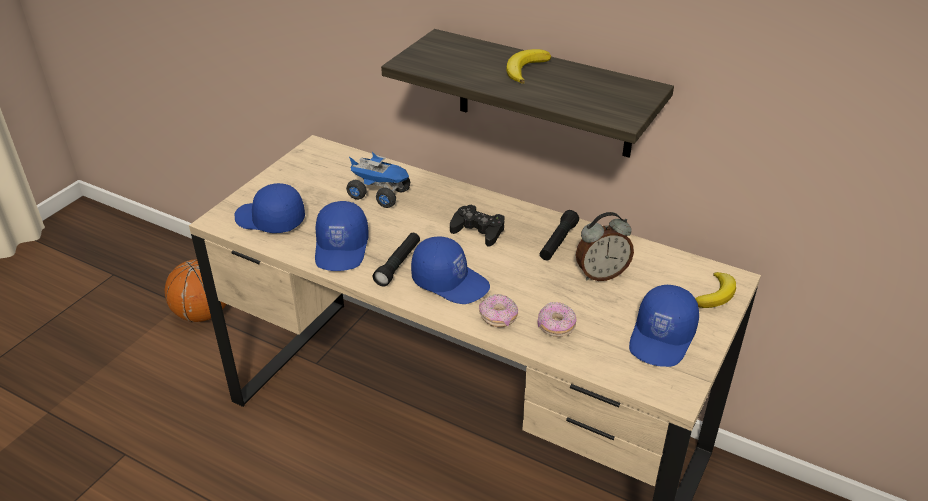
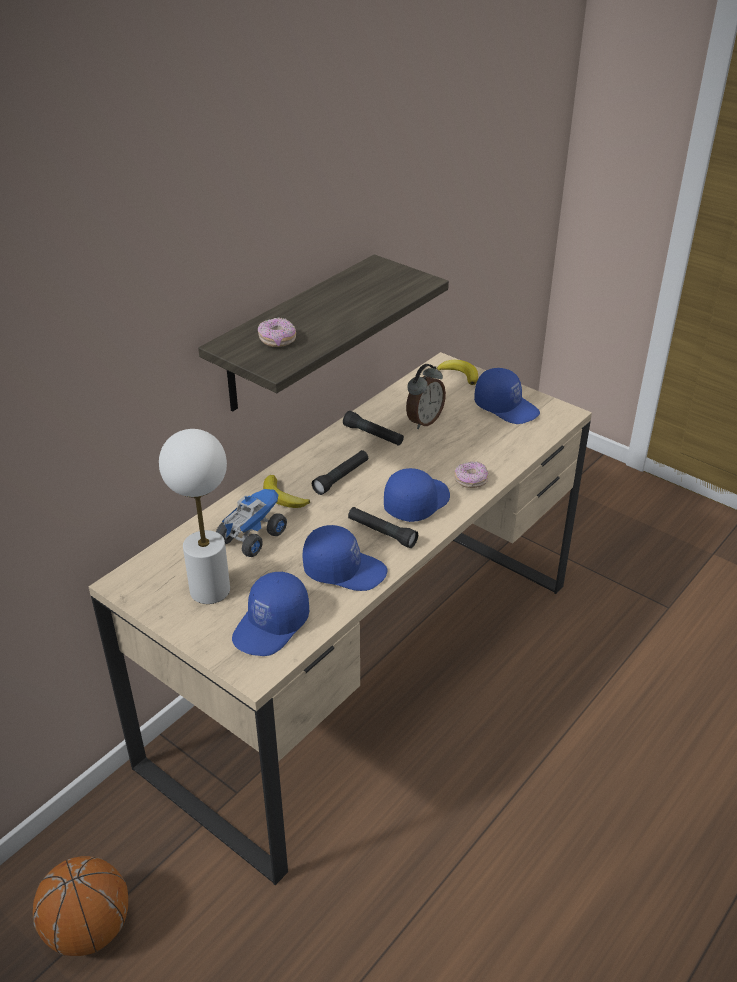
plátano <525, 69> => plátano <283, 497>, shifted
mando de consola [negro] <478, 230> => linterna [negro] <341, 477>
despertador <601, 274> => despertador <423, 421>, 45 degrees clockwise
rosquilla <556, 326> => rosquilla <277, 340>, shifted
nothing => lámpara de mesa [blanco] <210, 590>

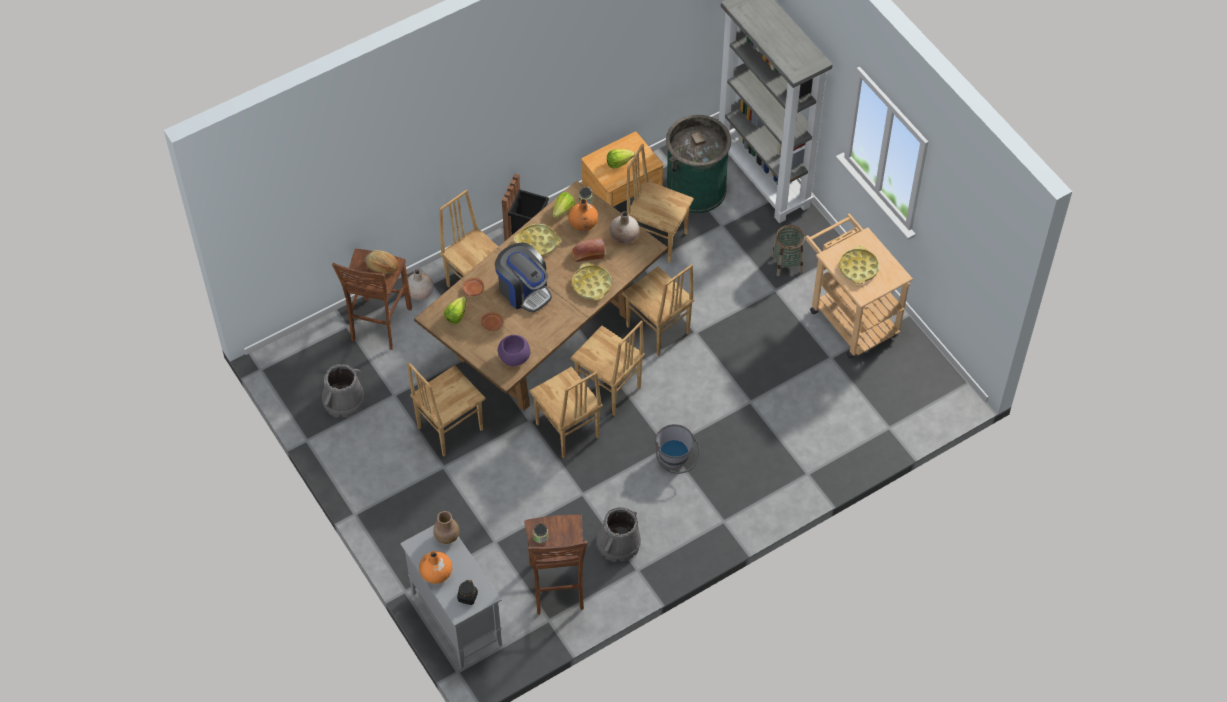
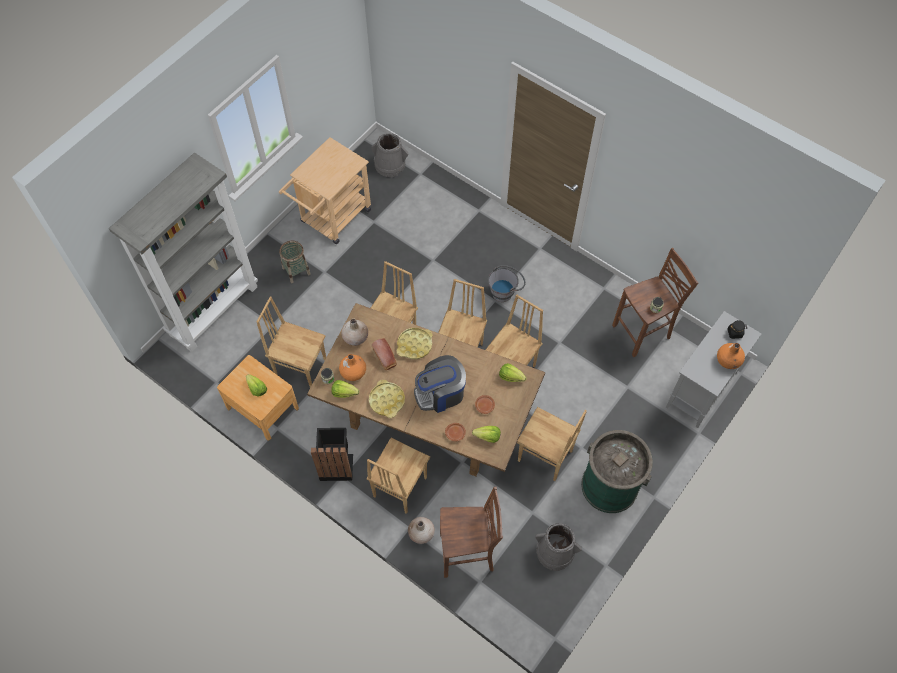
papelera [verde] <696, 189> => papelera [verde] <609, 486>, shifted
silla [marrón] <657, 239> => silla [marrón] <301, 367>, 105 degrees clockwise
cafetera <524, 290> => cafetera <441, 393>, 135 degrees counterclockwise
bandeja [amarillo] <858, 268> => nothing
pan <382, 266> => nothing
cuenco [morado] <514, 358> => lechuga <511, 377>
cubo [gris] <618, 543> => cubo [gris] <390, 165>, shifted
florero [marrón] <447, 536> => nothing

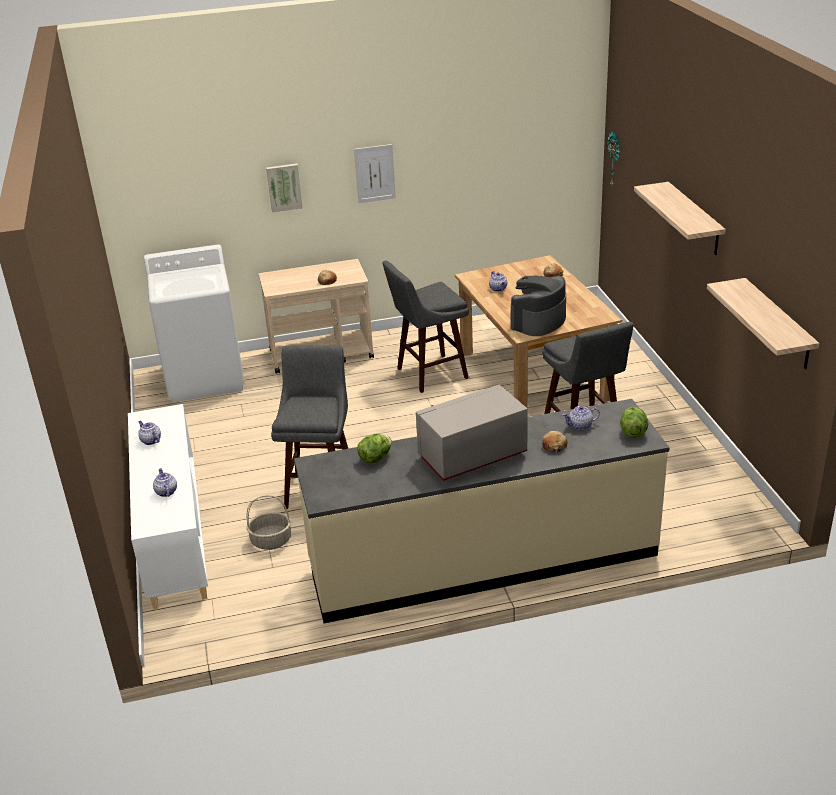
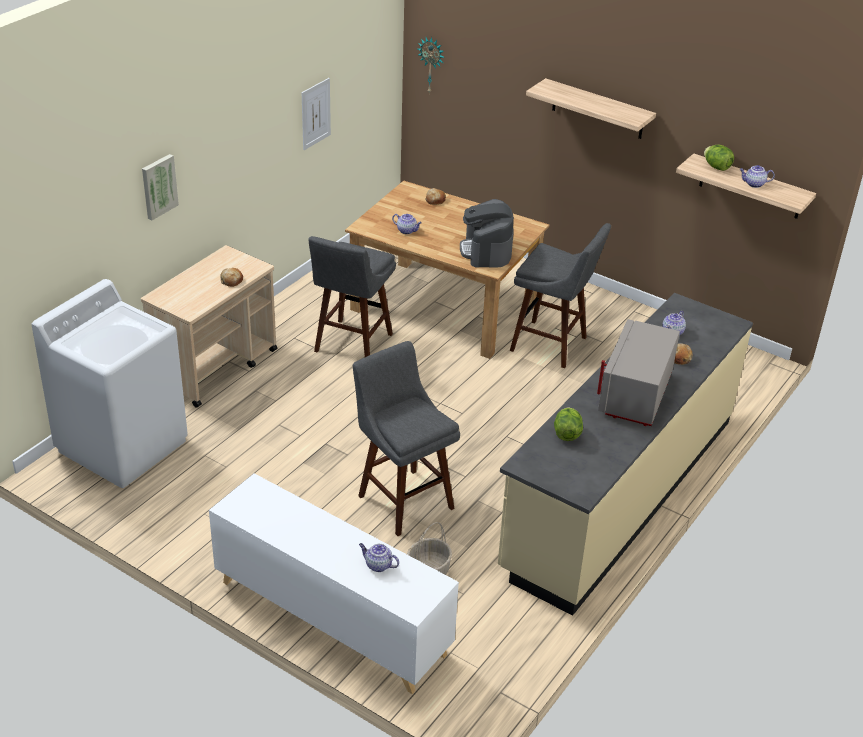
cuadro <375, 173> => cuadro <315, 113>, shifted
lechuga <633, 432> => lechuga <716, 167>, shifted
tetera <150, 440> => tetera <754, 184>, shifted

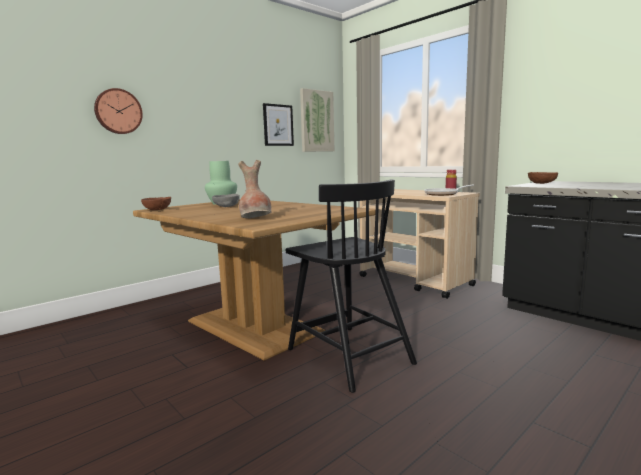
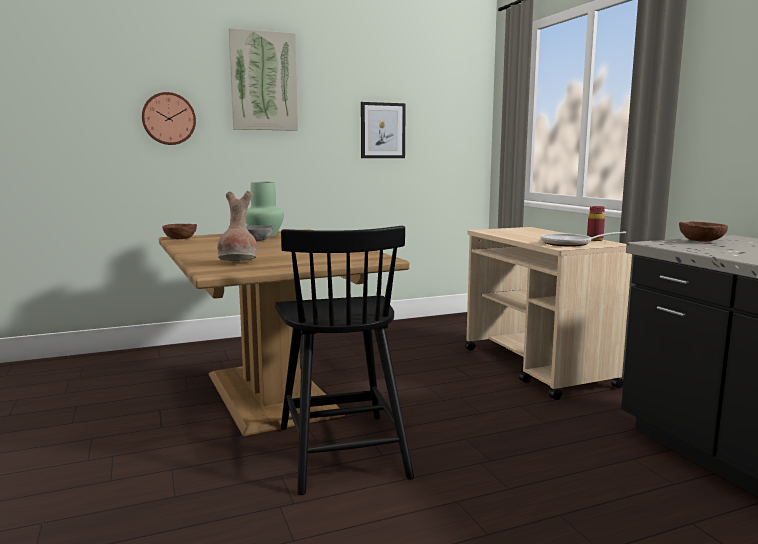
cuadro <316, 121> => cuadro <263, 81>, shifted

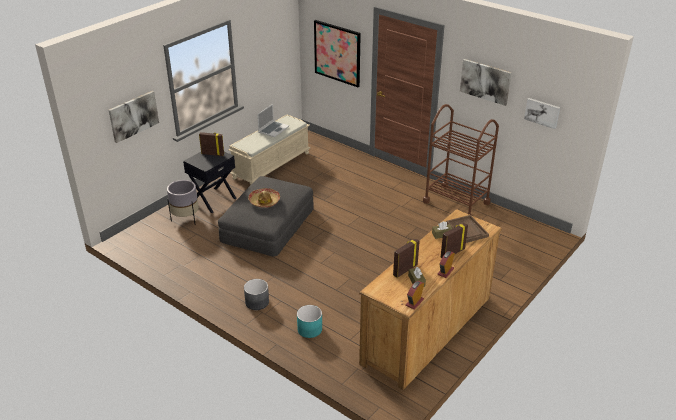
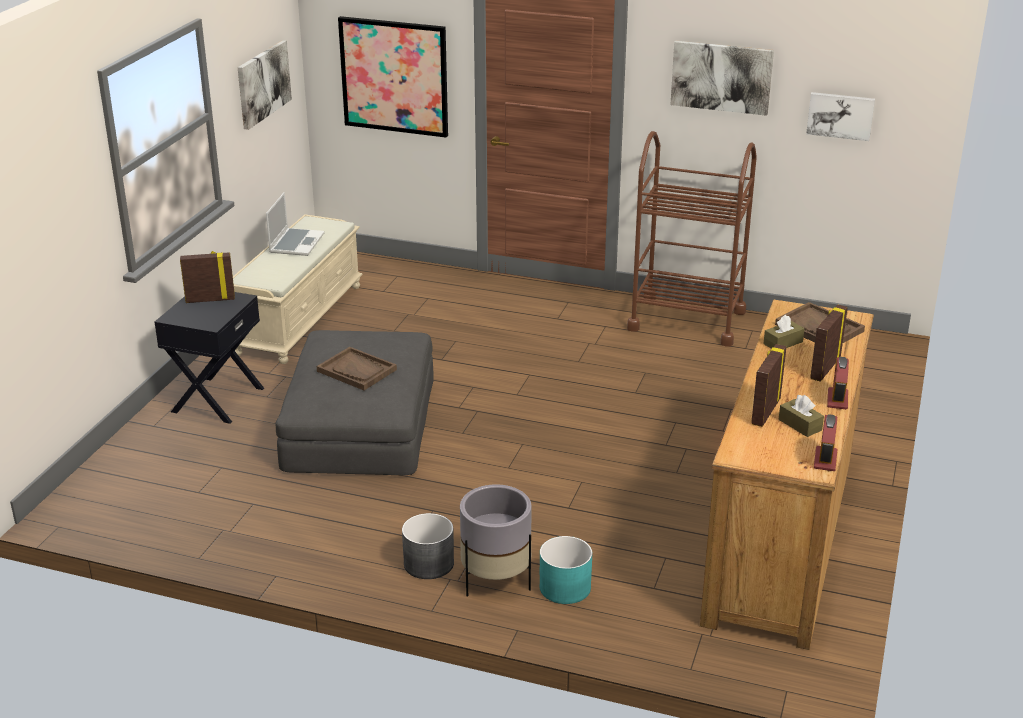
cuadro <133, 116> => cuadro <263, 83>, shifted
maceta [gris] <185, 218> => maceta [gris] <496, 581>, shifted
sombrero <264, 201> => bandeja [marrón] <357, 370>

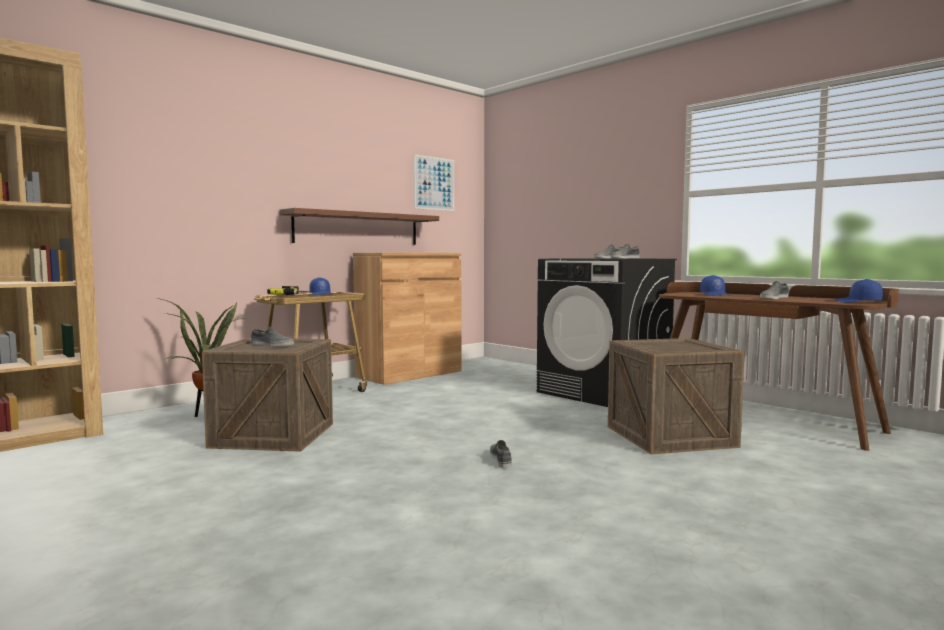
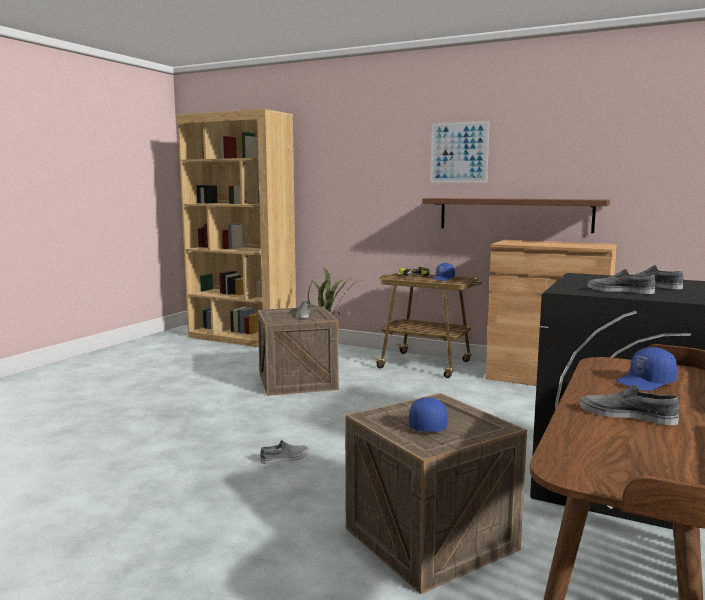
cuadro <434, 183> => cuadro <459, 152>, shifted
gorra [azul] <858, 302> => gorra [azul] <426, 425>, shifted

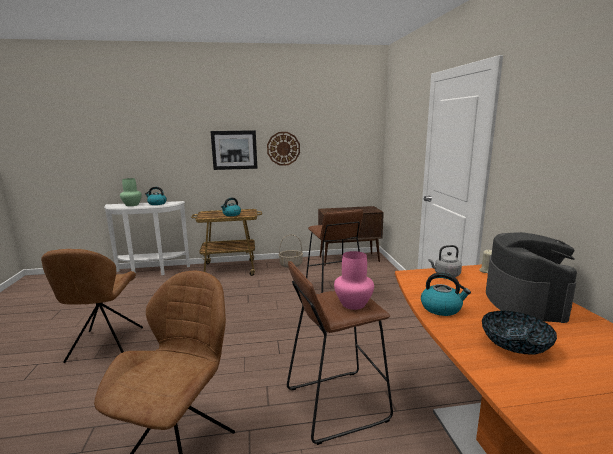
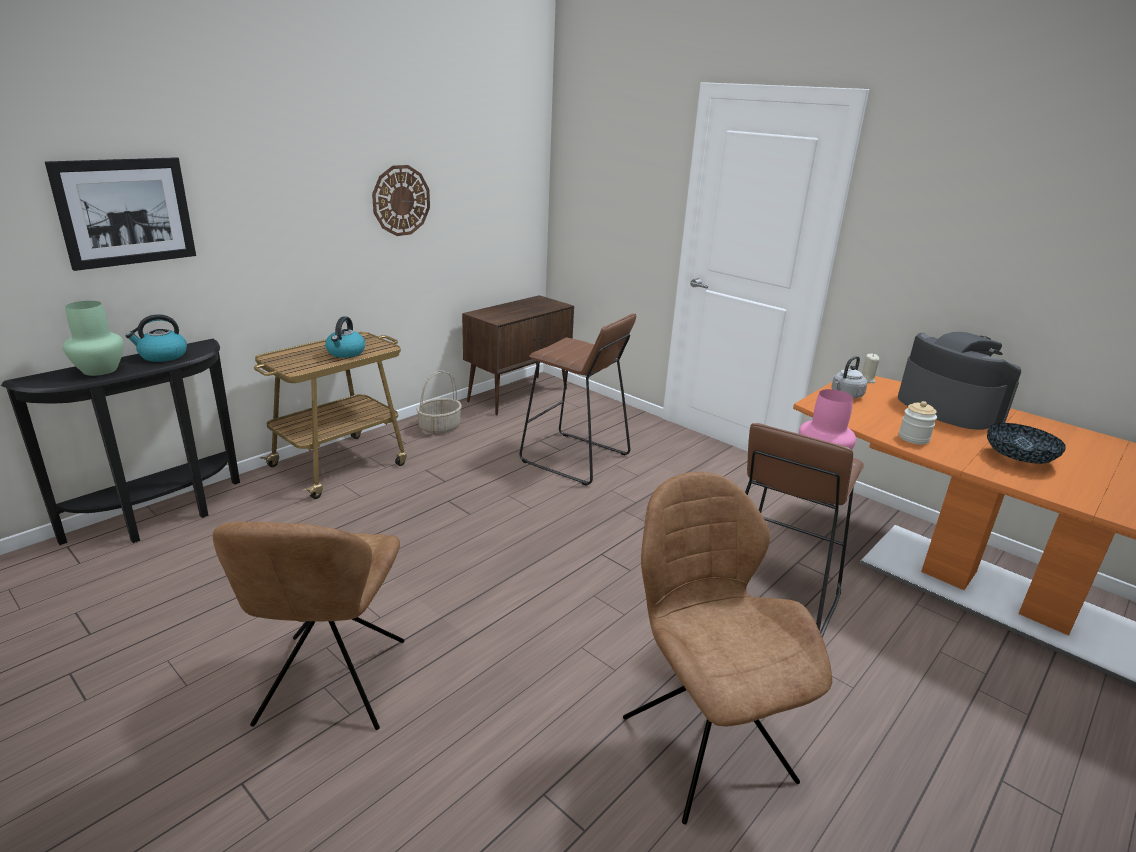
cuadro <234, 150> => cuadro <126, 212>, shifted
mesa consola [blanco] <151, 272> => mesa consola [negro] <163, 518>
silla [marrón] <105, 346> => silla [marrón] <331, 686>, 45 degrees clockwise
hervidor <441, 308> => tarro <913, 438>

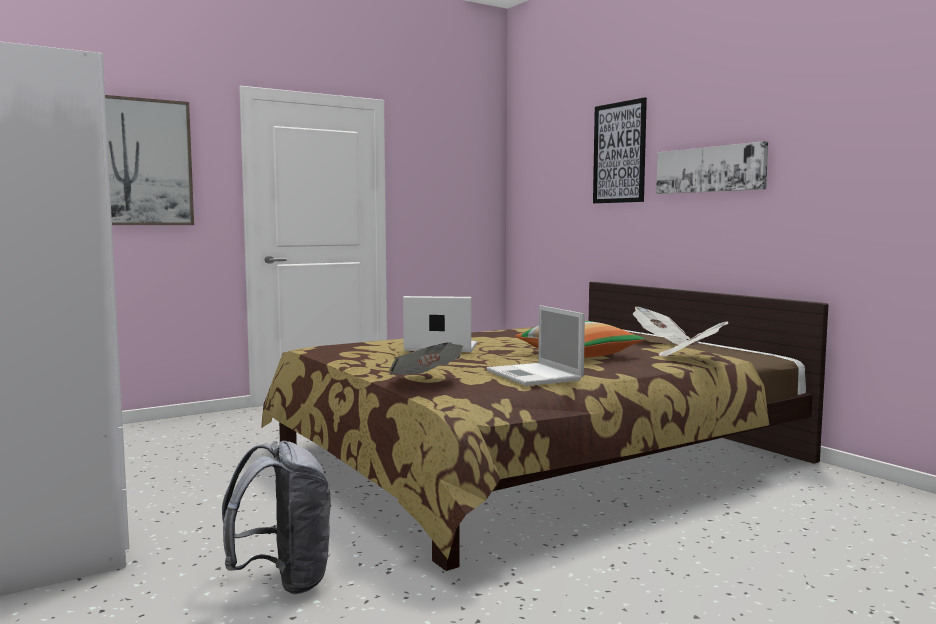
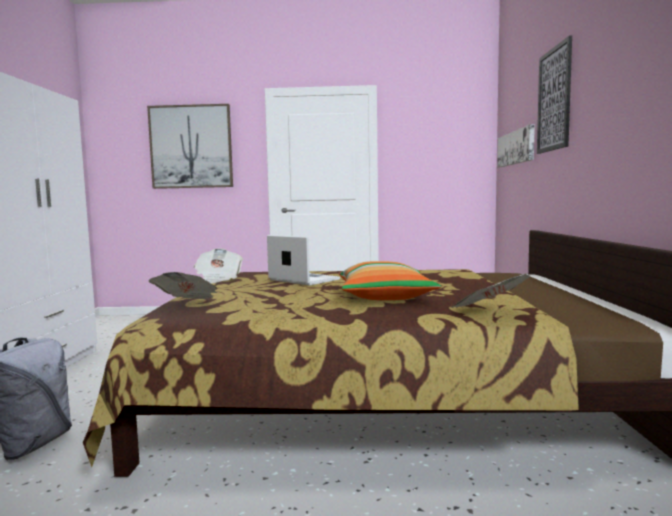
cuadro <710, 169> => cuadro <516, 147>, shifted
portátil <535, 375> => nothing
periódico <661, 342> => periódico <218, 279>, shifted

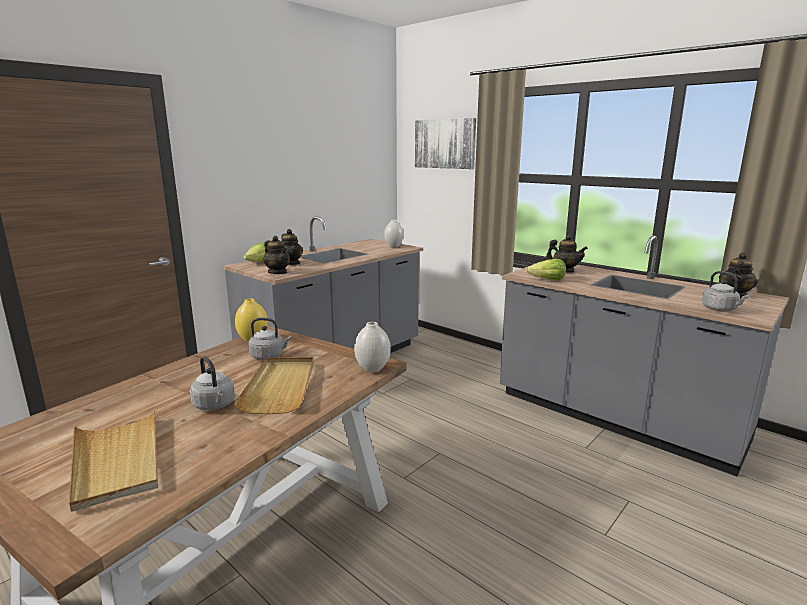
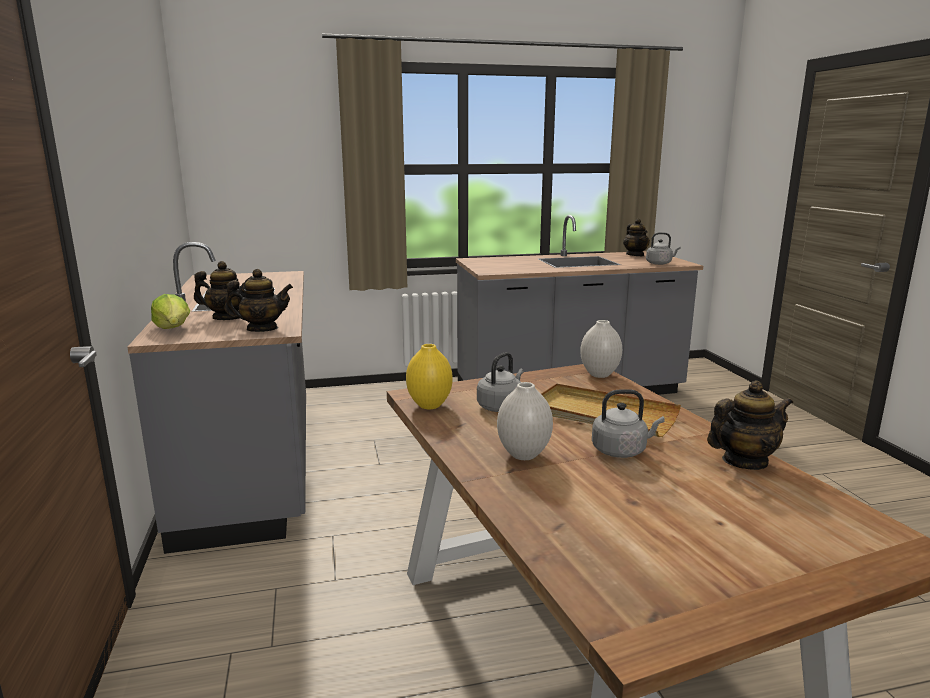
cuadro <445, 144> => nothing
florero [blanco] <393, 246> => florero [blanco] <523, 455>, shifted
tetera <565, 271> => tetera <744, 461>, shifted
lechuga <547, 280> => nothing
bandeja [beis] <117, 460> => nothing

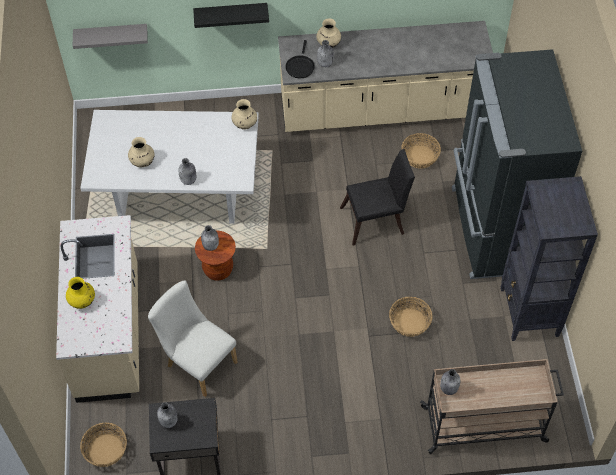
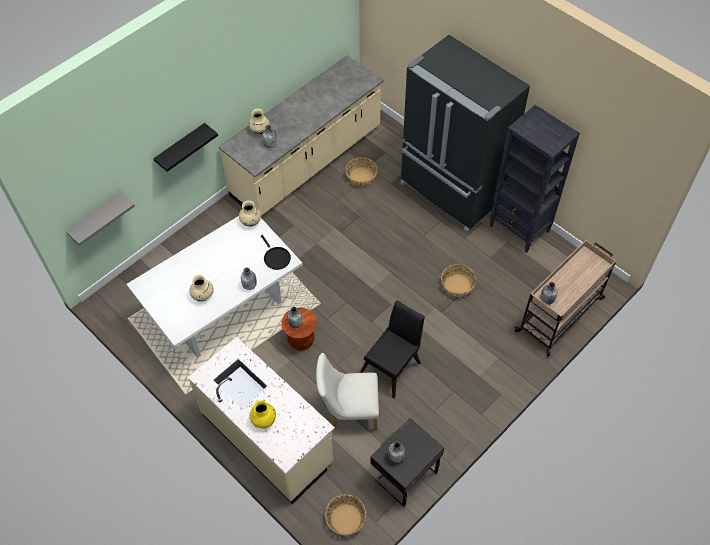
sartén [negro] <300, 66> => sartén [negro] <276, 258>, shifted
silla [negro] <376, 220> => silla [negro] <392, 366>, shifted

